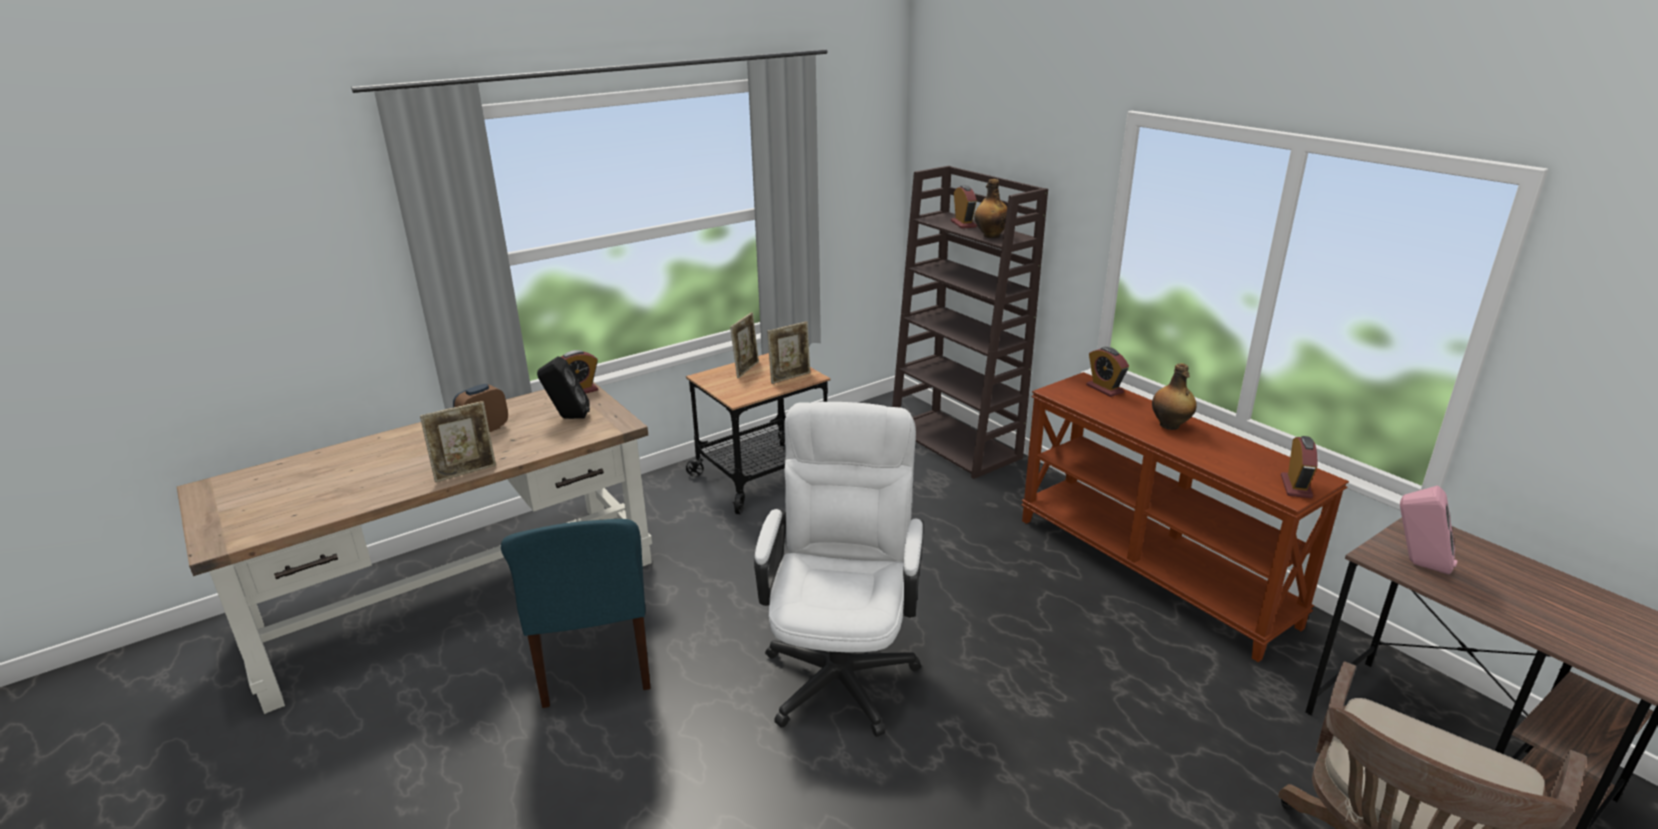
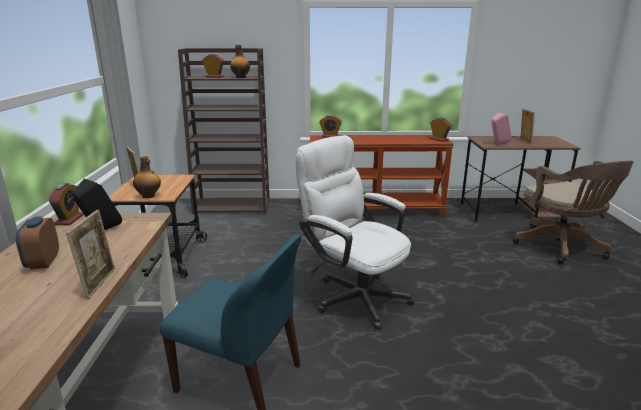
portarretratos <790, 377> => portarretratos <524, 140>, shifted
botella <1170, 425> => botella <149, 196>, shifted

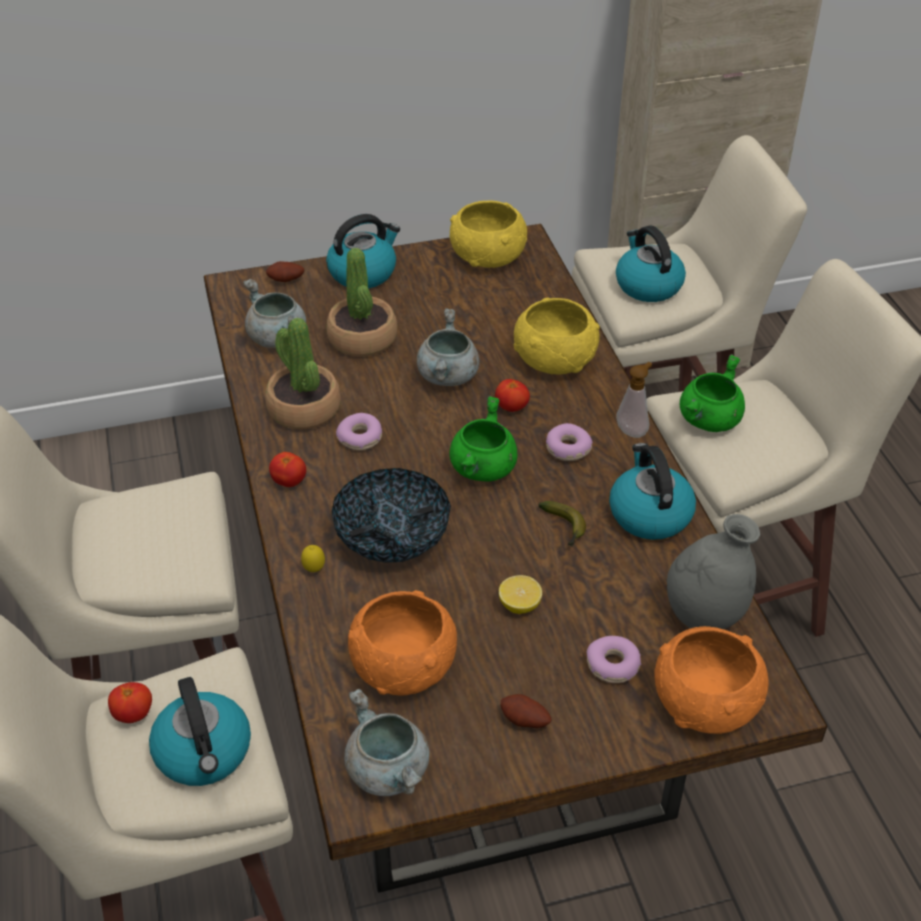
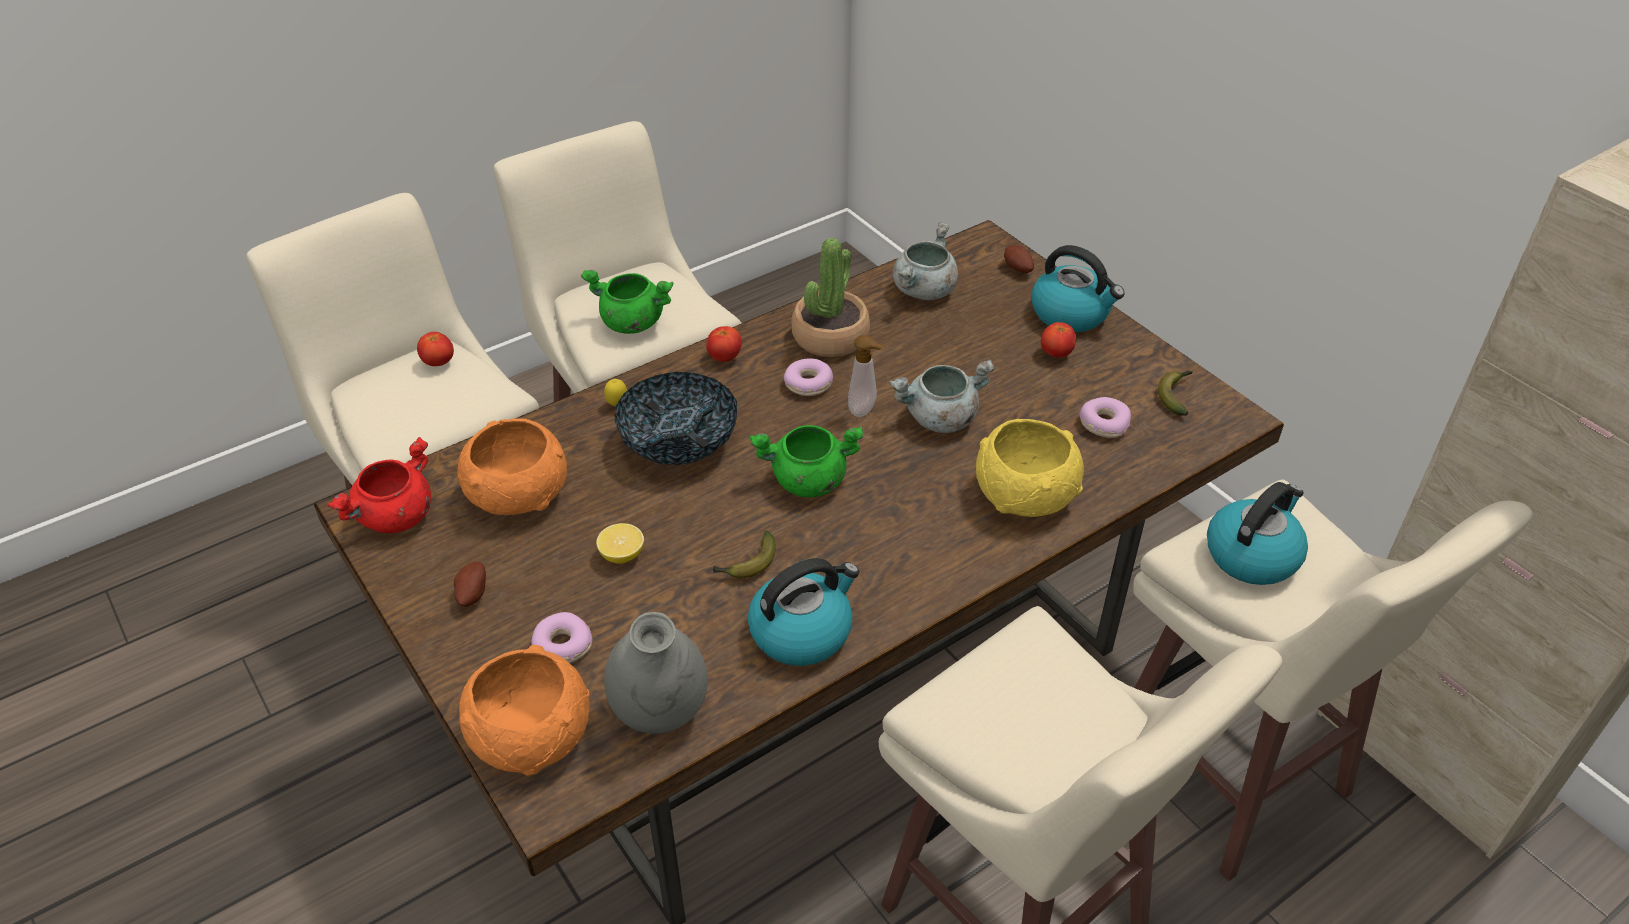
cuenco [amarillo] <488, 256> => plátano <1176, 395>
planta en maceta <363, 338> => nothing
olla [verde] <709, 421> => olla [verde] <631, 323>, shifted
dispensador de jabón <633, 430> => dispensador de jabón <864, 410>, shifted
tomate <511, 407> => tomate <1056, 353>, shifted
rosquilla <567, 449> => rosquilla <1103, 424>, shifted
hervidor <204, 753> => nothing
olla [gris] <390, 771> => olla [rojo] <395, 517>

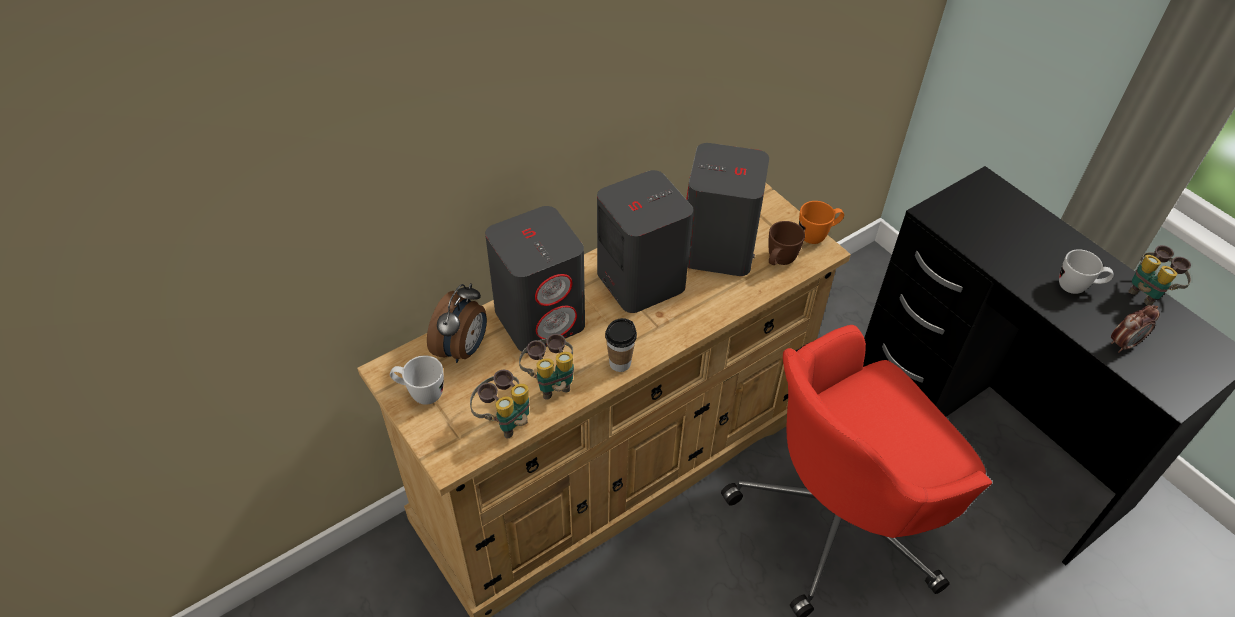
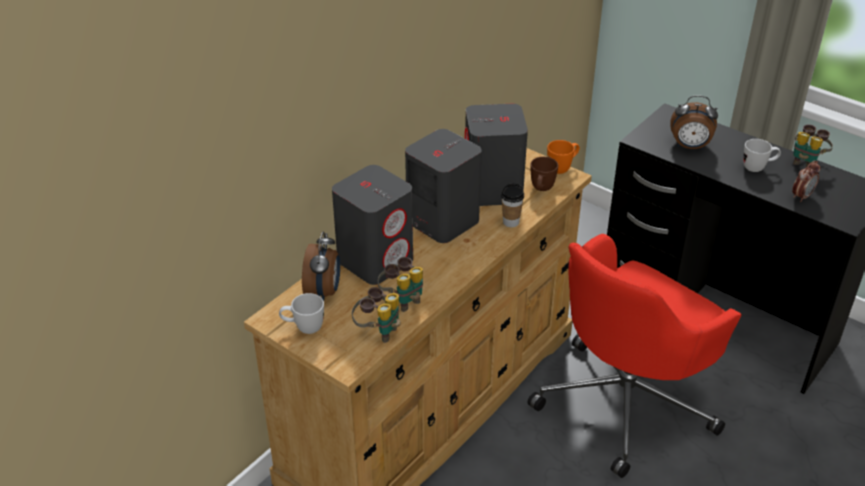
taza <620, 363> => taza <511, 222>, shifted
nothing => despertador <689, 147>

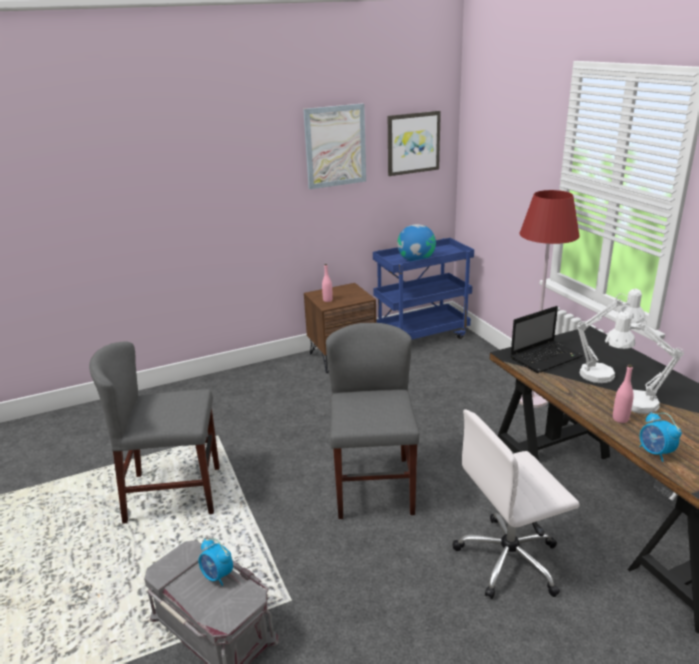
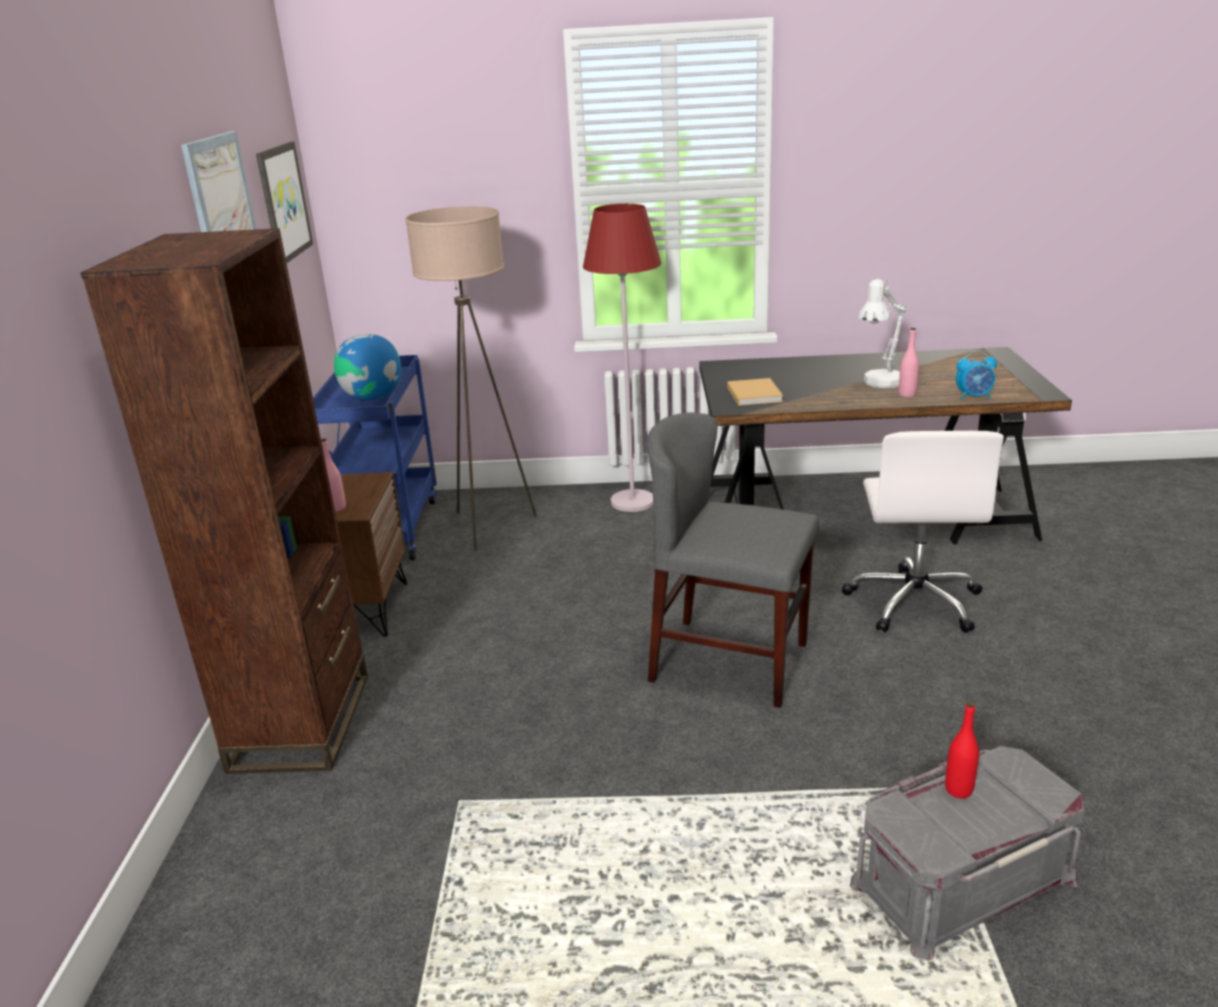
lámpara de mesa [blanco] <604, 374> => nothing
portátil <546, 357> => libro [beis] <754, 394>
silla [gris] <174, 493> => nothing
despertador <217, 576> => botella [rojo] <958, 790>
nothing => lámpara de pie [beis] <489, 526>
nothing => estantería [marrón] <302, 722>

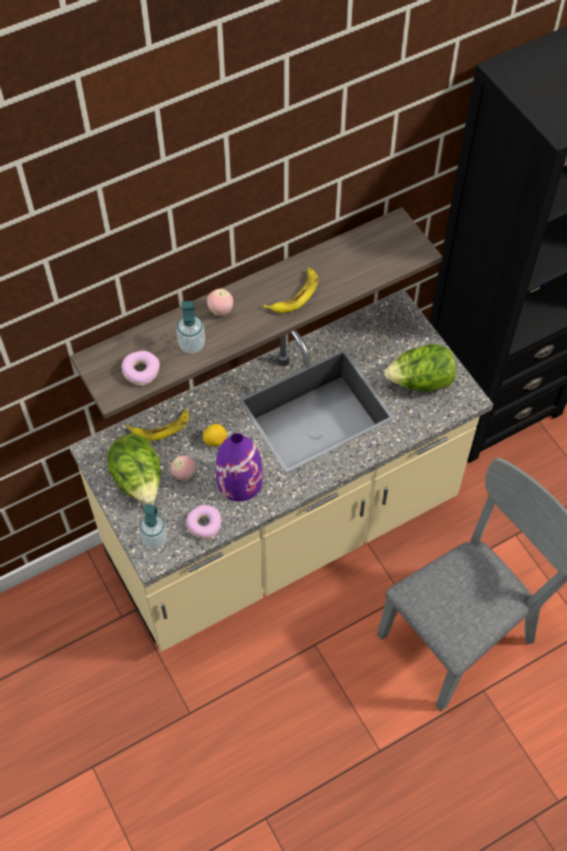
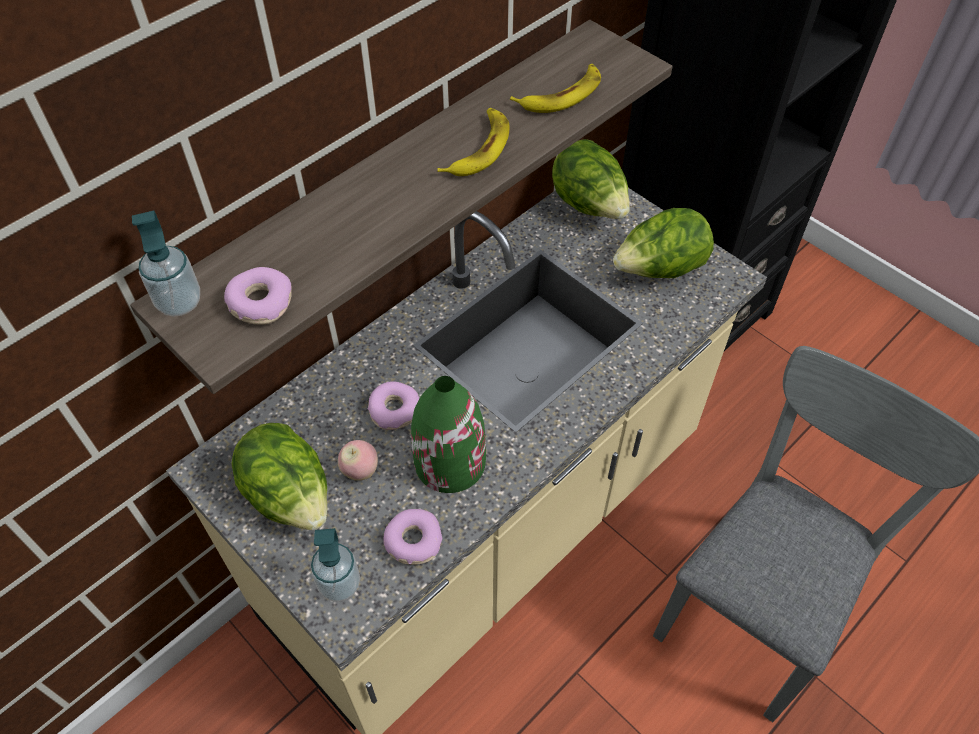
manzana <221, 310> => nothing
dispensador de jabón <192, 345> => dispensador de jabón <179, 302>, shifted
plátano <161, 427> => plátano <561, 95>, shifted
limón <215, 440> => rosquilla <395, 410>
florero [morado] <240, 481> => florero [verde] <450, 461>
nothing => lechuga <589, 206>

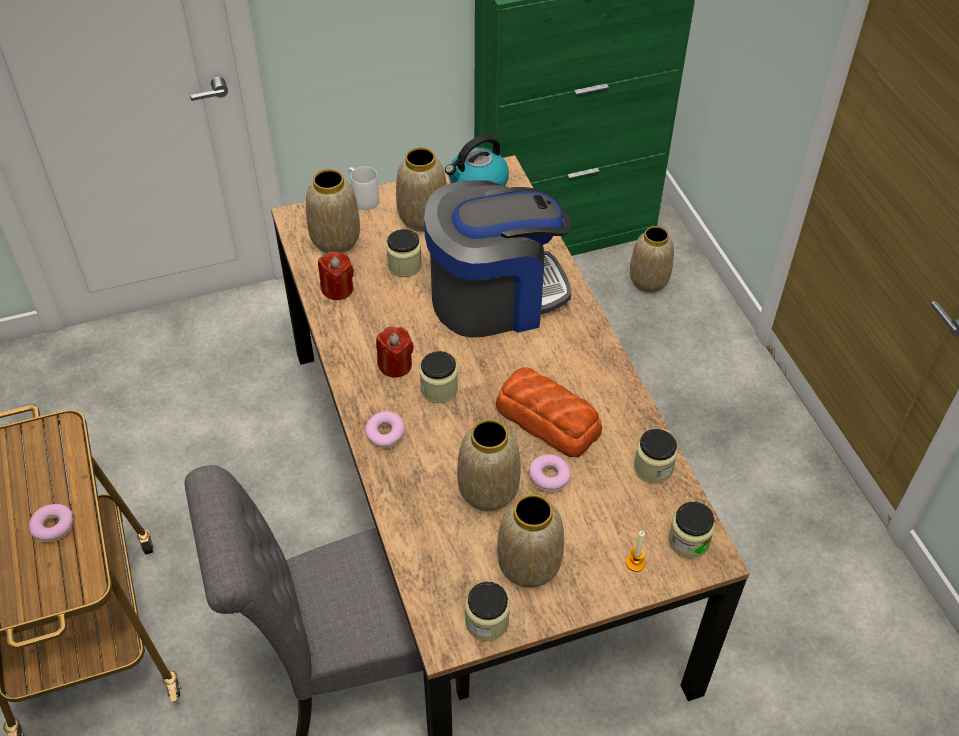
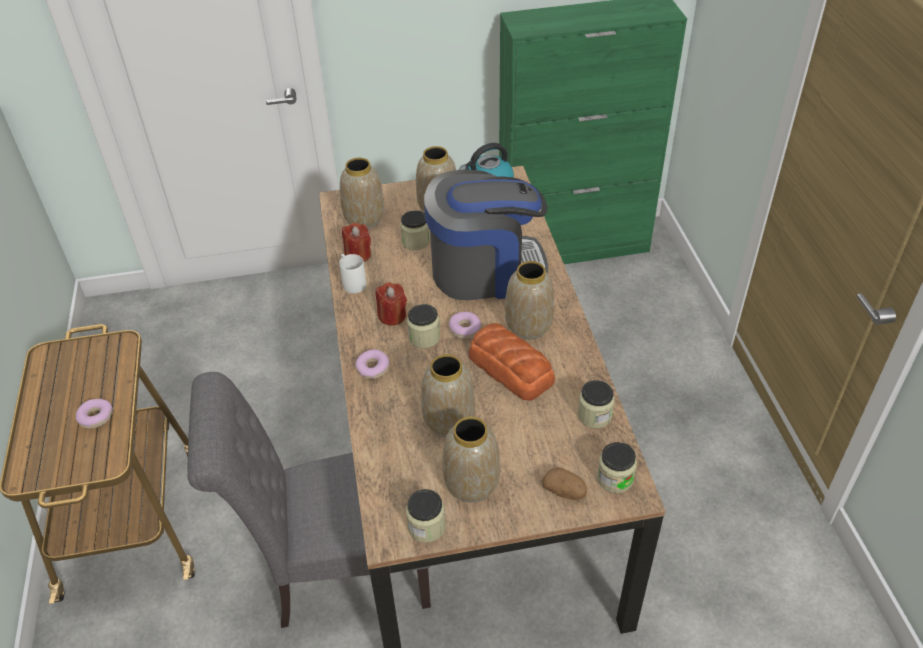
taza grande [blanco] <362, 198> => taza grande [blanco] <352, 282>, shifted
florero <648, 281> => florero <528, 326>, shifted
rosquilla <549, 477> => rosquilla <465, 329>, shifted
vela <635, 563> => patata <564, 491>

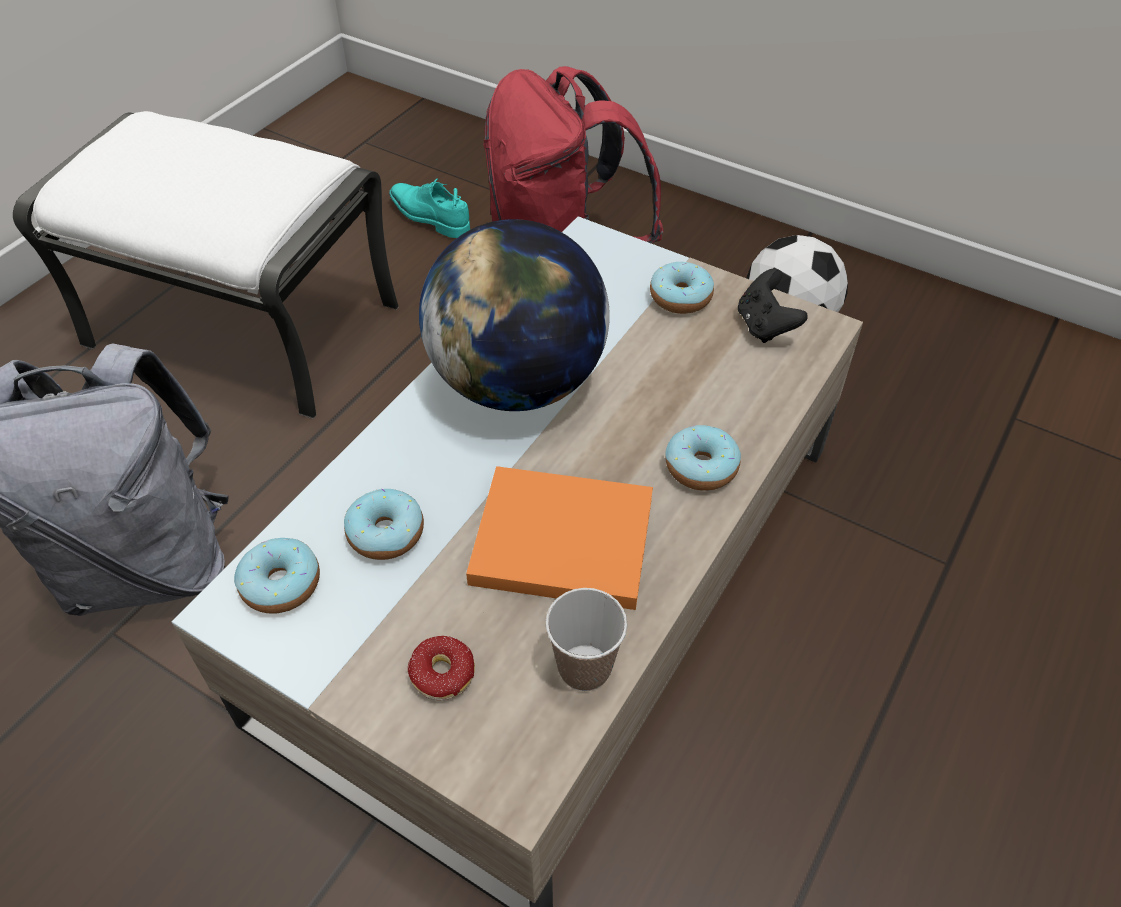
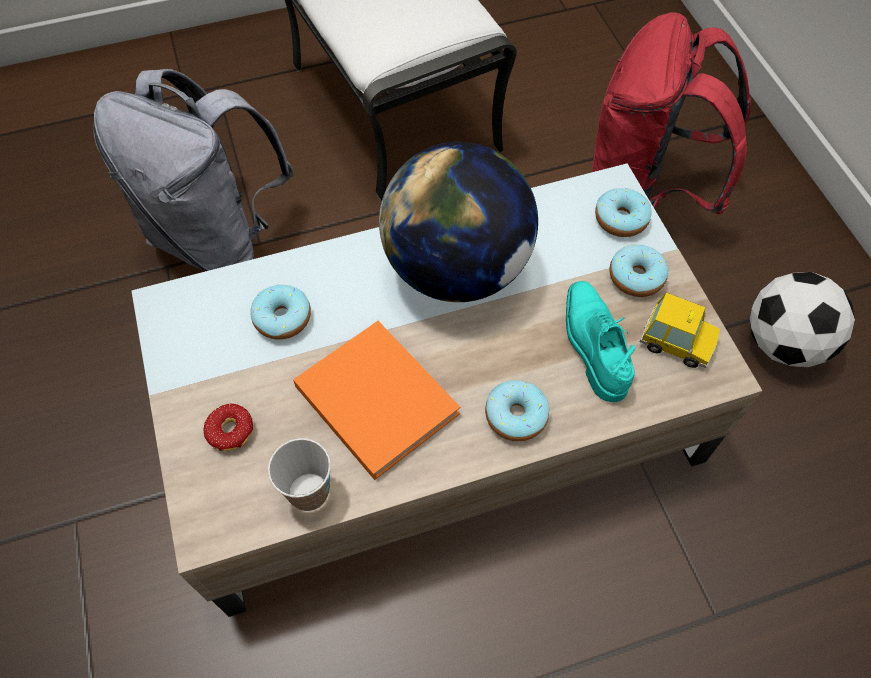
zapato [turquesa] <429, 218> => zapato [turquesa] <593, 345>, shifted
mando de consola [negro] <765, 326> => coche de juguete <677, 342>
rosquilla <281, 584> => rosquilla <620, 219>, shifted

